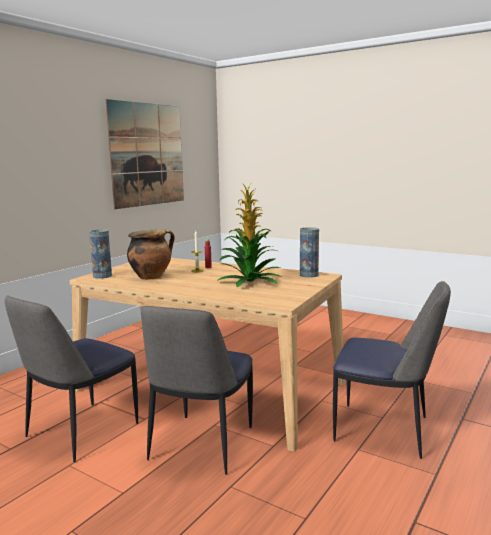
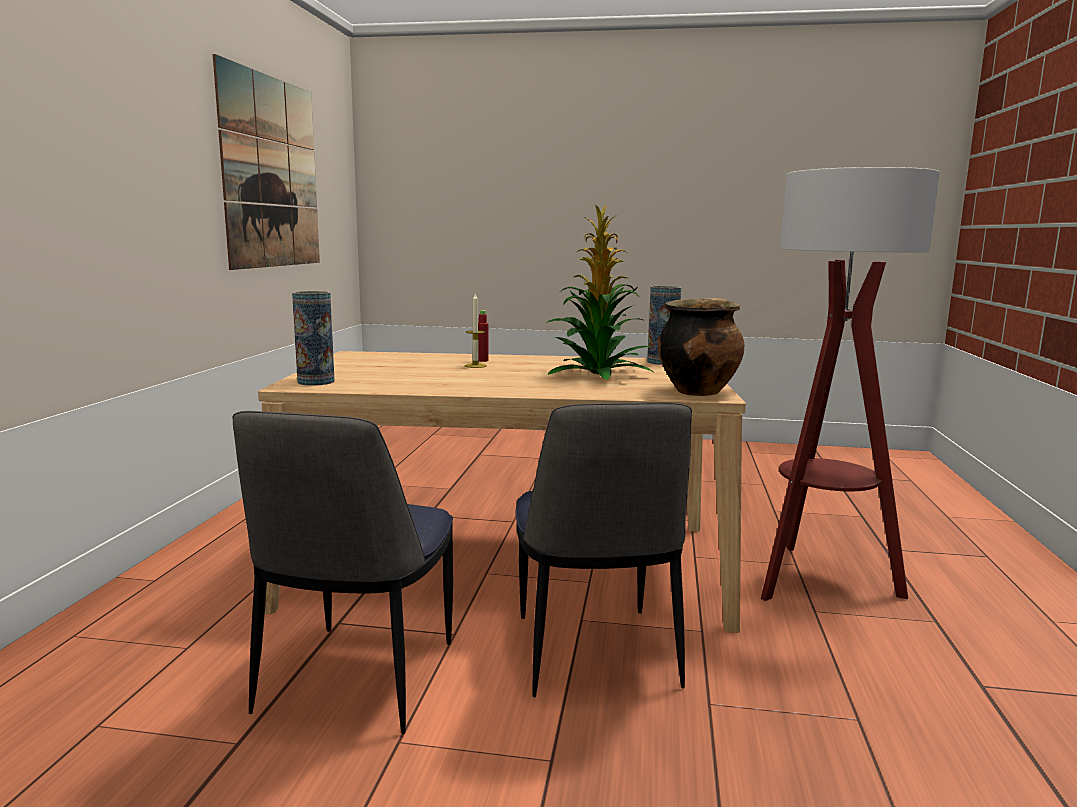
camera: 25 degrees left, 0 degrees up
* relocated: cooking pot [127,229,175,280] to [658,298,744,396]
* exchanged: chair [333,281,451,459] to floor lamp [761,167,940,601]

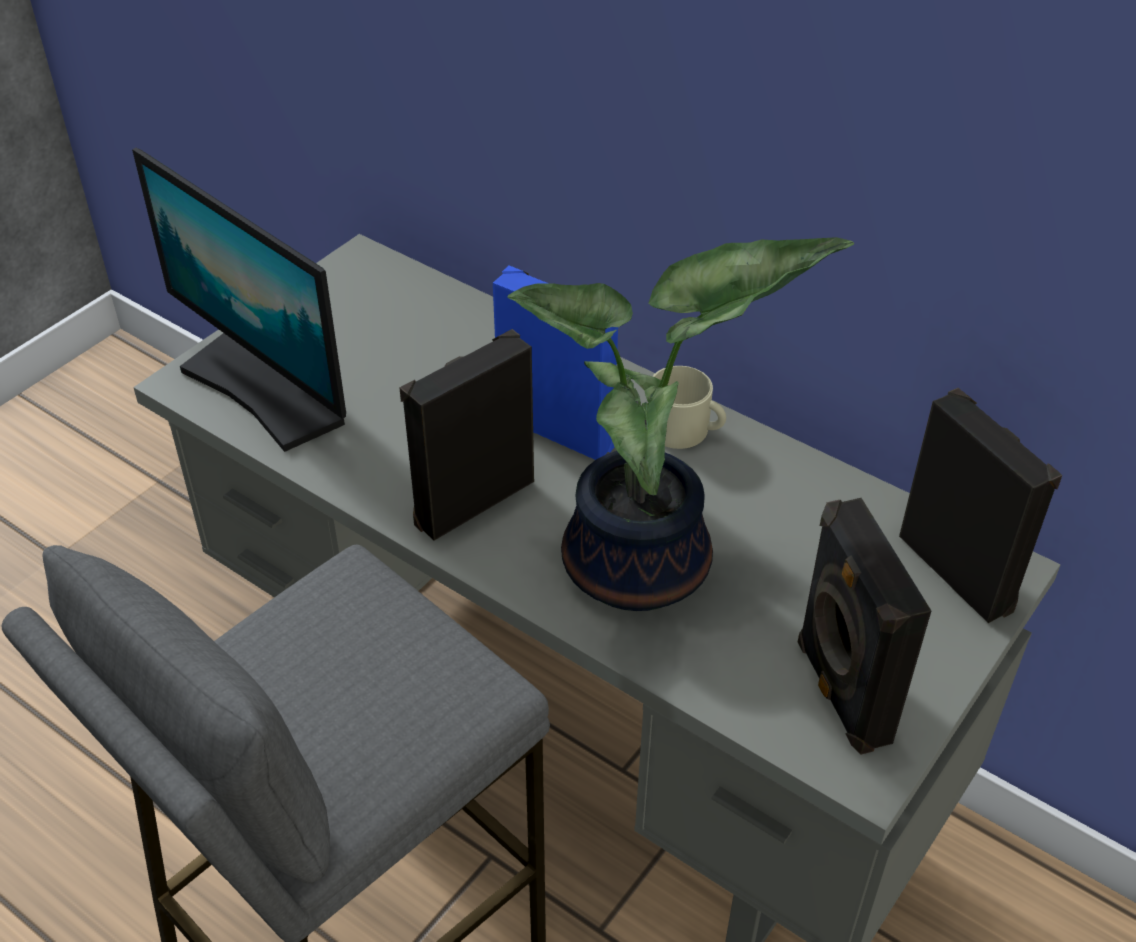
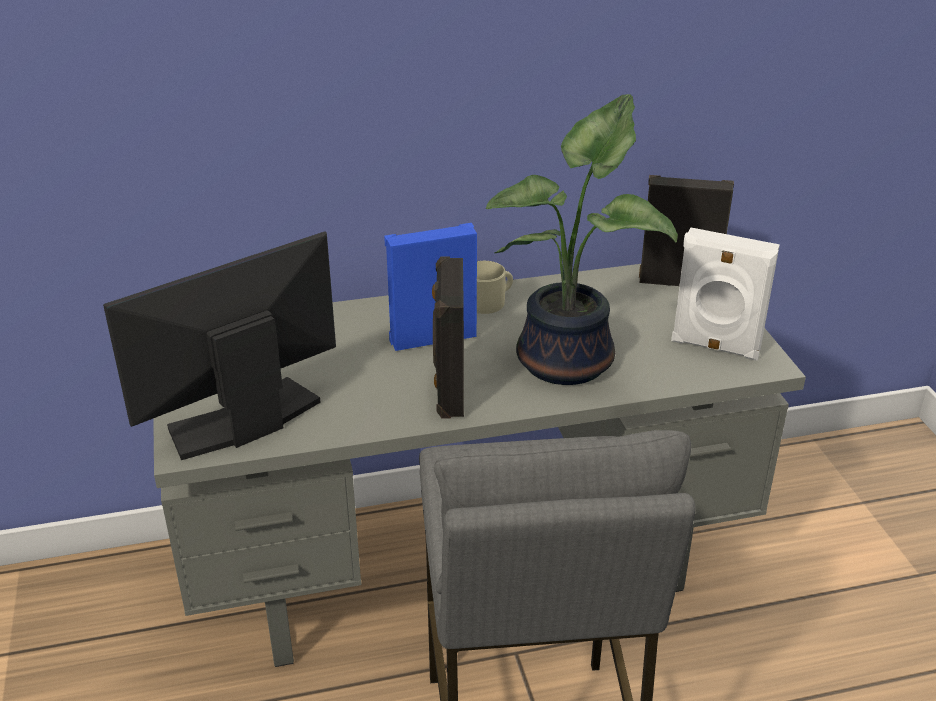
camera: 50 degrees left, 10 degrees down
* colour: black speaker [798,498,931,755] to white speaker [671,228,780,361]
* spun: monitor [132,148,346,452] = [103,232,336,460] 150 degrees clockwise

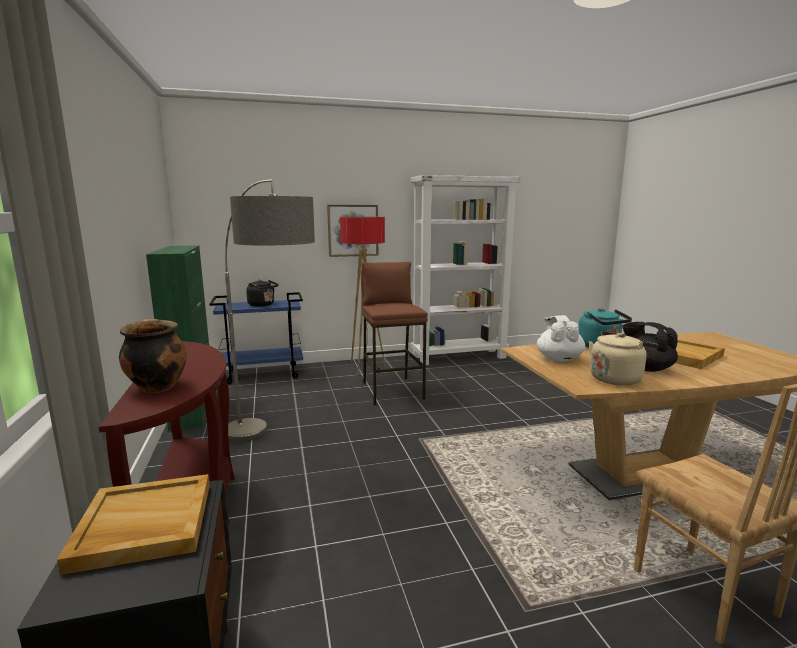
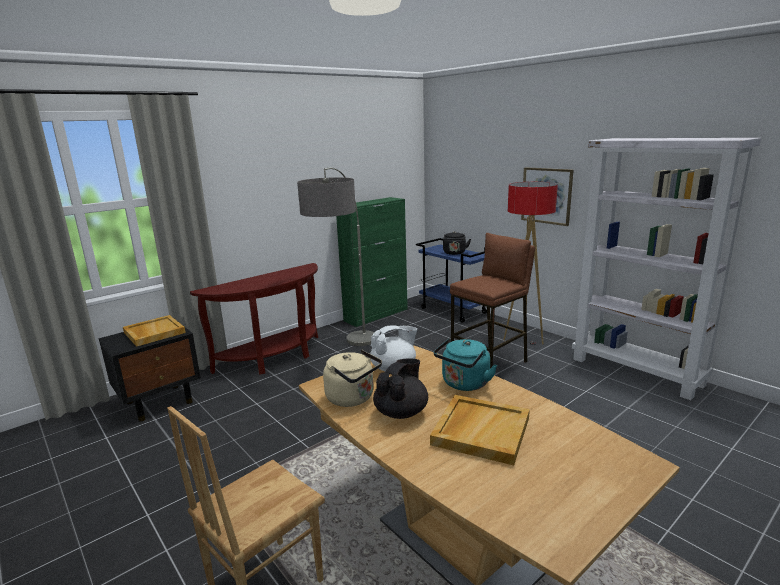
camera: 65 degrees right, 5 degrees up
* missing: cooking pot [119,319,187,393]

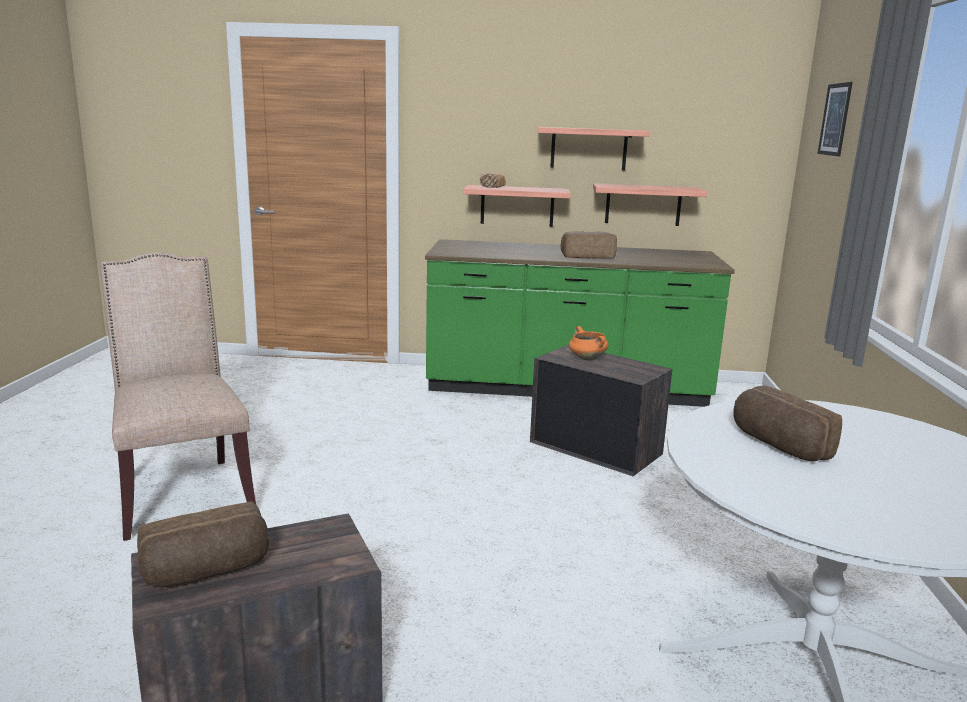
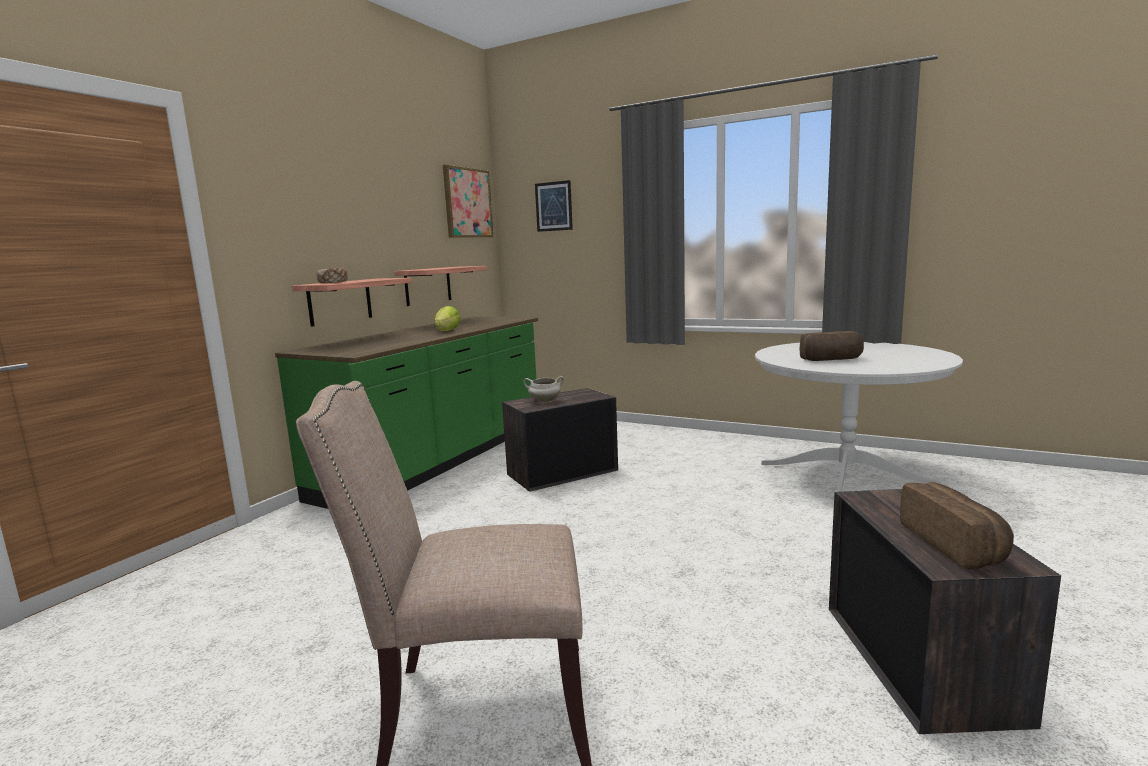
camera: 65 degrees left, 5 degrees down
* missing: shelf [537,127,649,170]
* appeared: picture [443,165,494,238]
* exchanged: bread [561,231,617,258] to lettuce [435,306,461,331]
* colour: orange cooking pot [569,326,608,361] to white cooking pot [523,376,564,402]

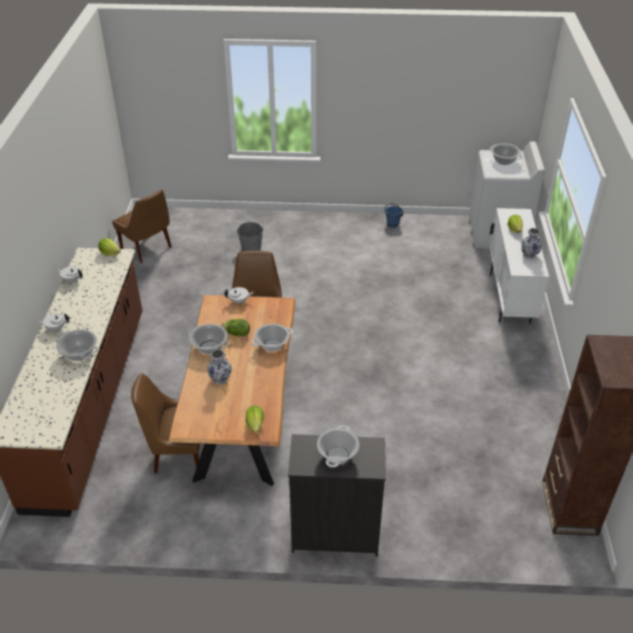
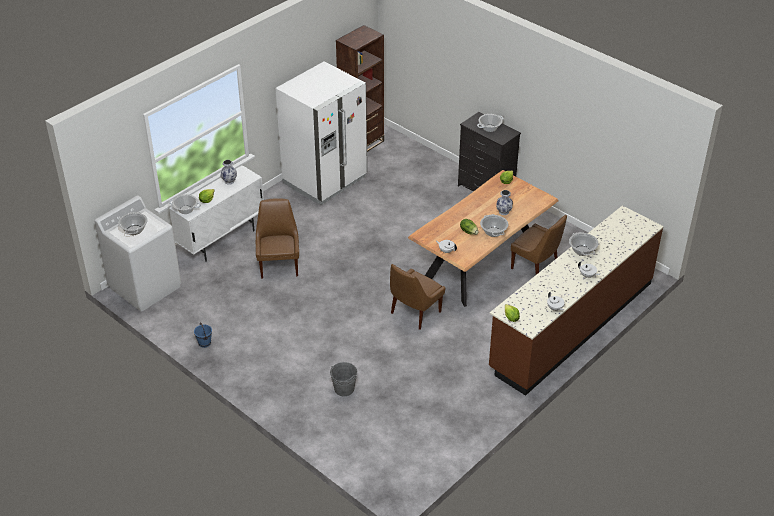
camera: 140 degrees left, 0 degrees up
* appeared: white fridge [276,61,367,205]
* relocated: brown chair [112,189,172,263] to [256,198,299,279]
* relocated: cooking pot [251,324,293,352] to [169,194,201,214]

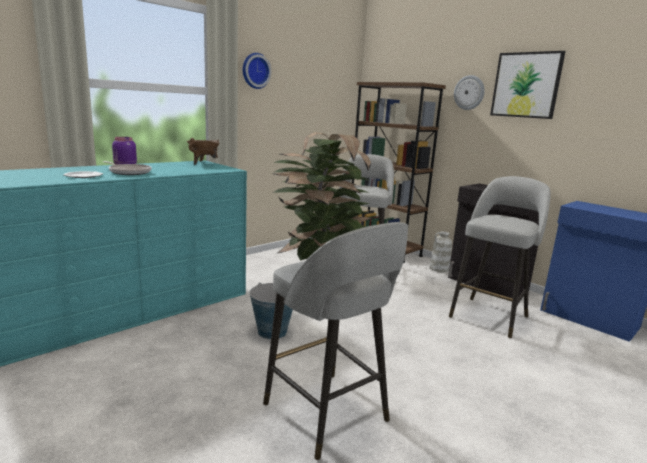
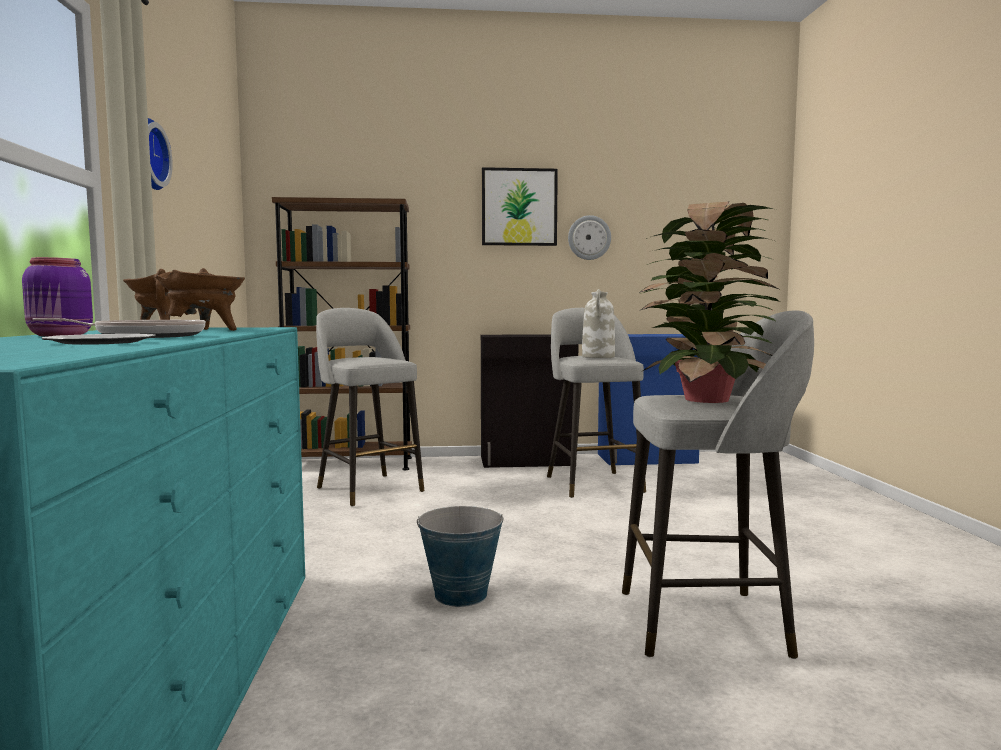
camera: 50 degrees left, 10 degrees down
* appeared: brown cooking pot [155,268,245,331]
* relocated: white vase [430,232,452,273] to [582,289,615,359]
* relocated: wall clock [454,75,485,110] to [568,215,611,260]

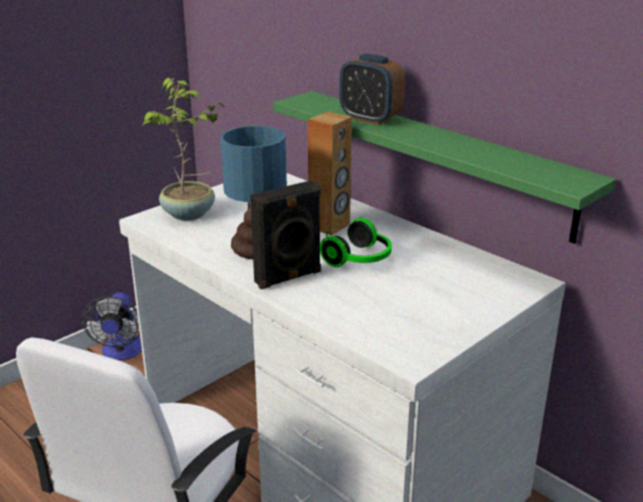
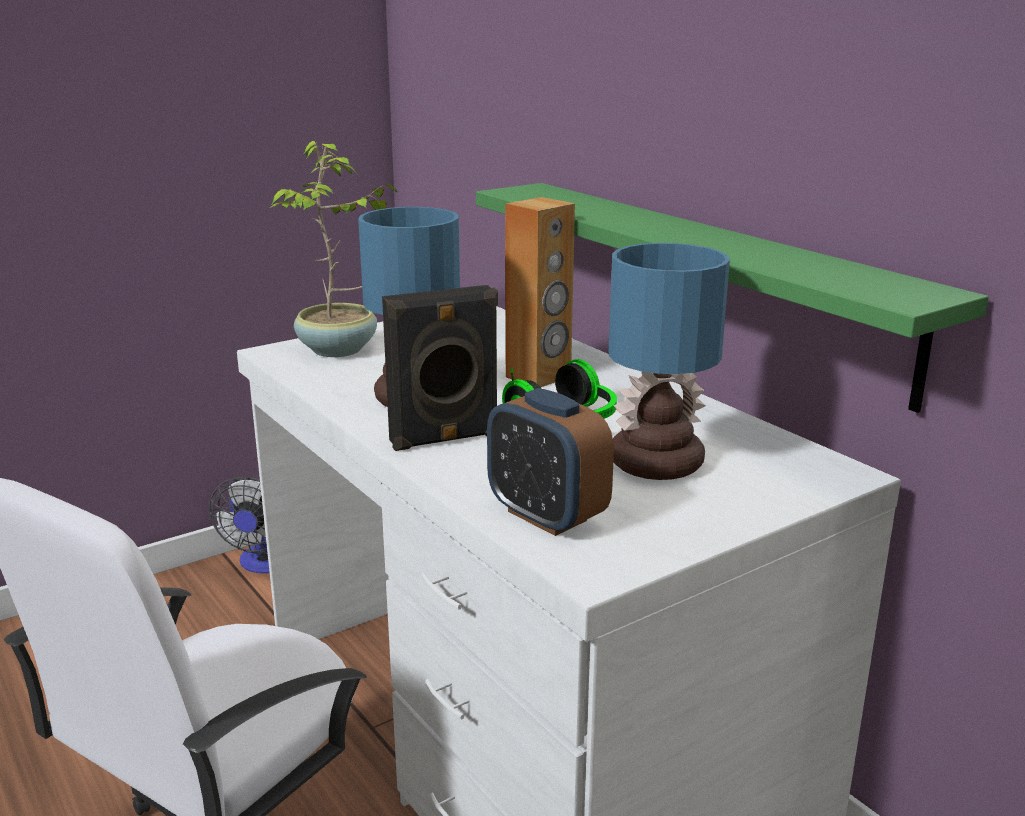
camera: 10 degrees right, 5 degrees down
* appeared: table lamp [609,243,730,480]
* relocated: alarm clock [339,53,405,125] to [487,388,614,536]

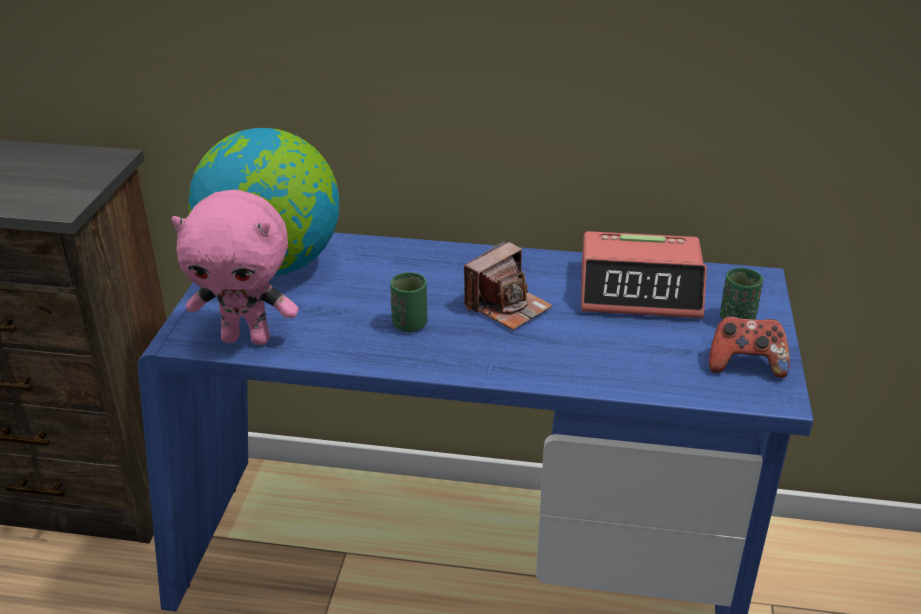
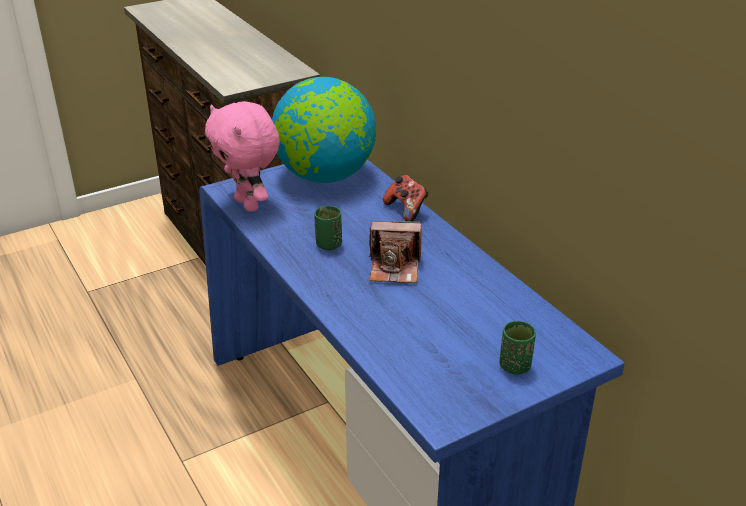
camera: 50 degrees right, 0 degrees up
* missing: alarm clock [581,231,707,318]
* relocated: game controller [709,316,790,378] to [383,175,429,221]

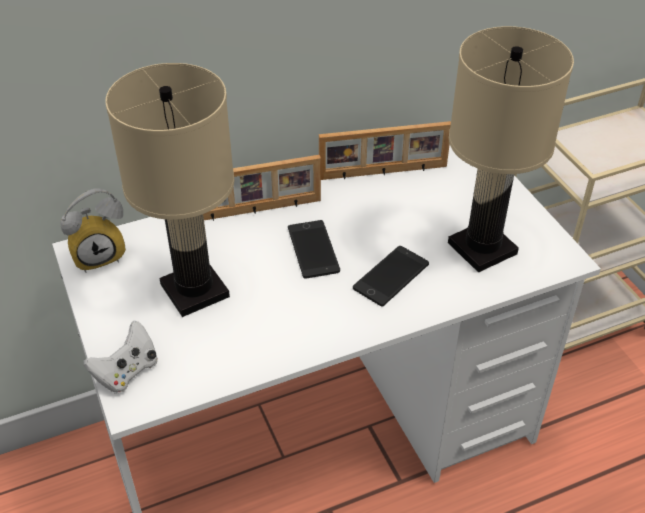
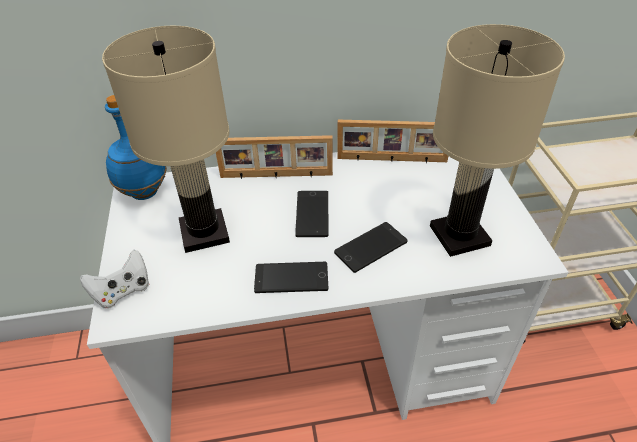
camera: 15 degrees right, 0 degrees up
* appeared: phone [254,262,328,293]
* exchanged: alarm clock [60,188,126,273] to blue bottle [105,95,167,200]

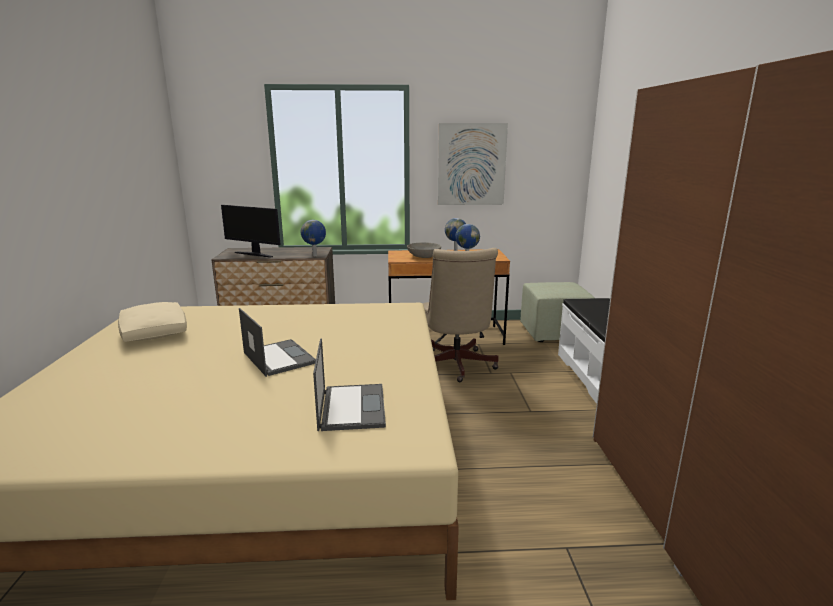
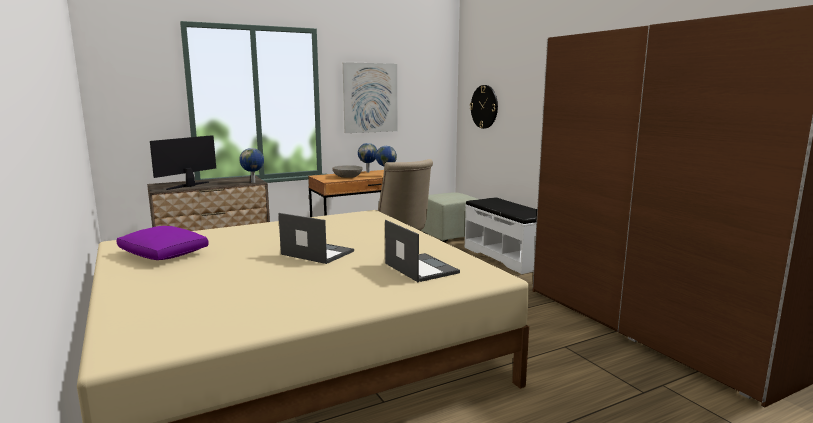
camera: 25 degrees left, 5 degrees down
* appeared: wall clock [470,85,498,129]
* colour: beige pillow [118,302,187,342] to purple pillow [116,226,209,260]
* spun: monitor [221,205,281,258] = [150,135,216,190] 120 degrees clockwise

